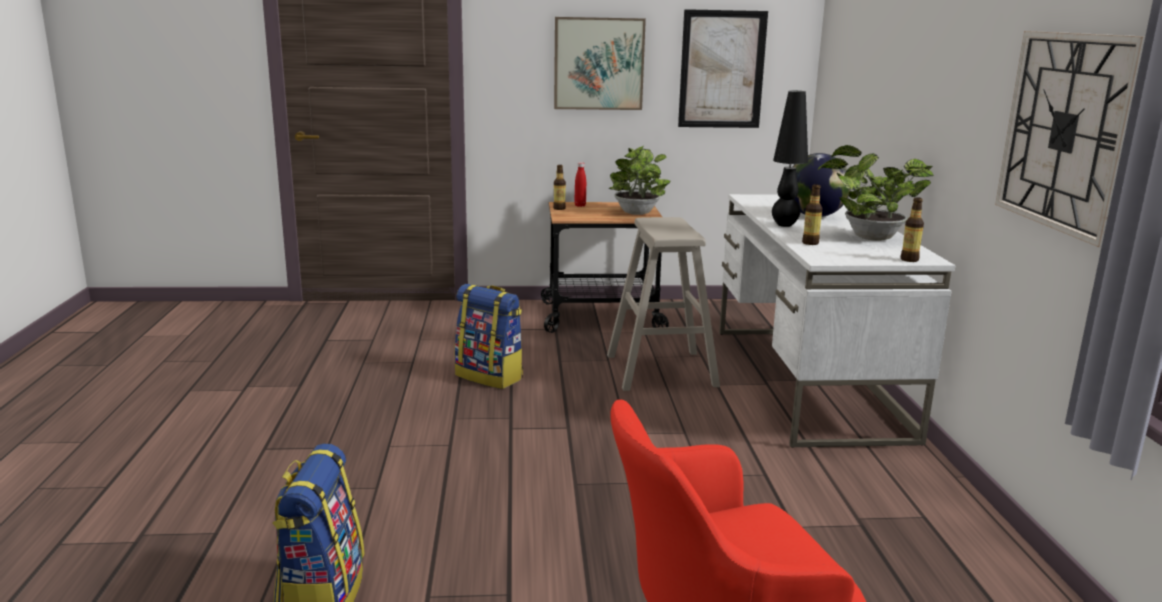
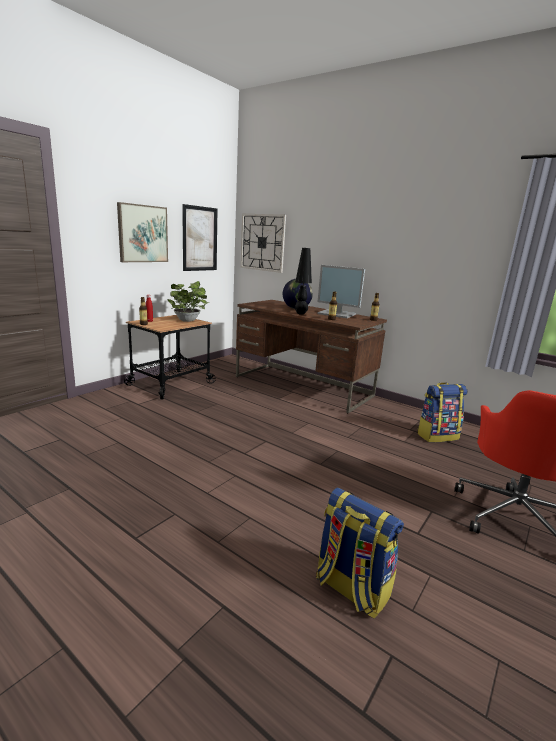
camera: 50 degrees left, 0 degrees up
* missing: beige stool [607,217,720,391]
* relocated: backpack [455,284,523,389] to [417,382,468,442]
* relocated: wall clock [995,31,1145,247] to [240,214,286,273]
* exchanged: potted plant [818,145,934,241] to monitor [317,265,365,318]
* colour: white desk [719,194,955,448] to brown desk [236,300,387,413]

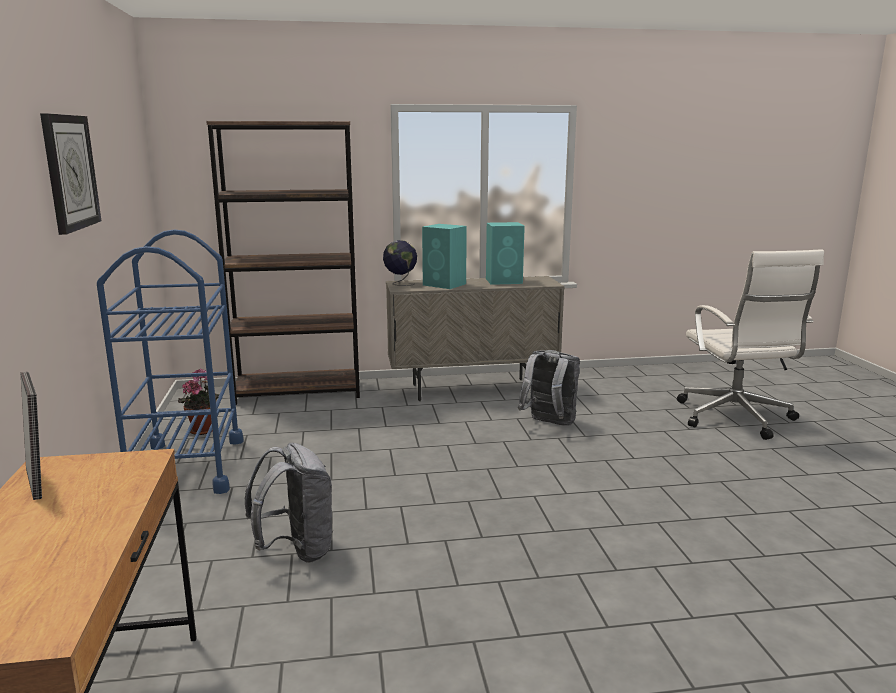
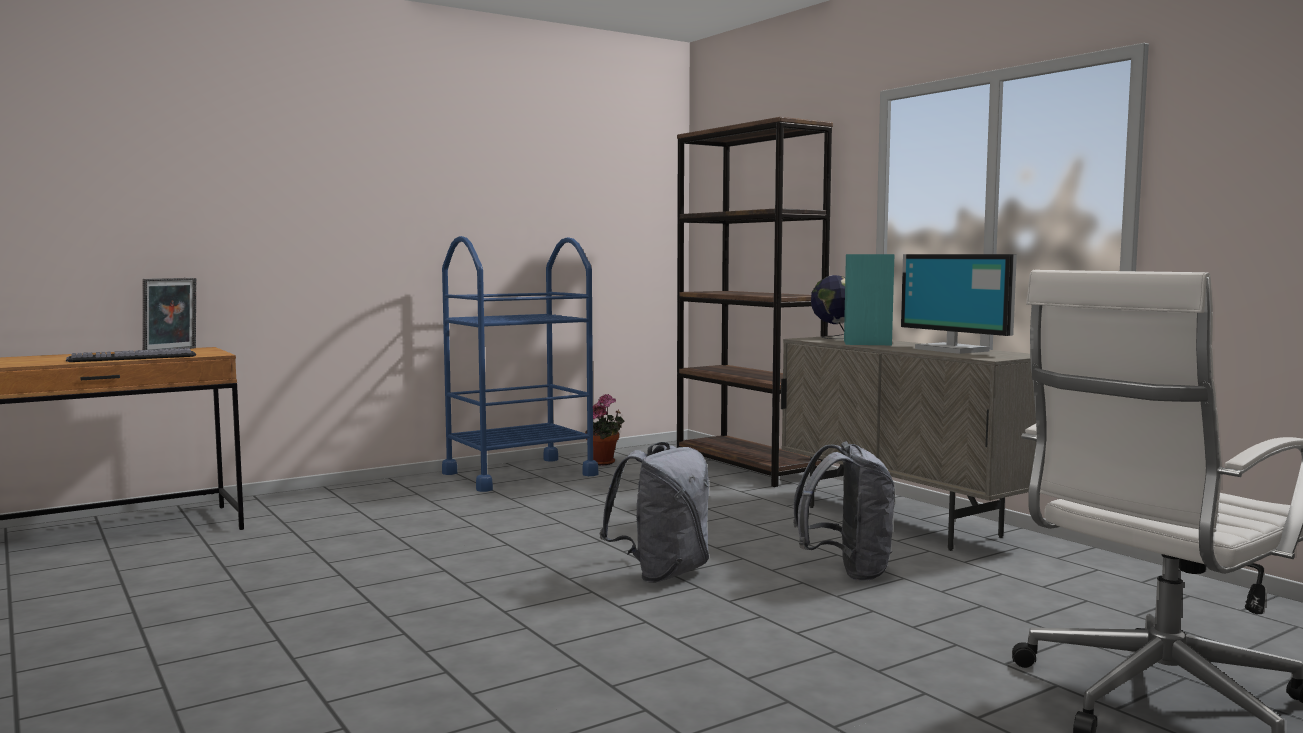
camera: 65 degrees right, 10 degrees down
* missing: wall clock [40,113,101,235]
* appeared: keyboard [66,348,196,362]
* relocated: grey backpack [245,443,334,563] to [600,442,709,583]
* exchanged: turquoise speaker [486,222,525,285] to monitor [901,254,1017,354]

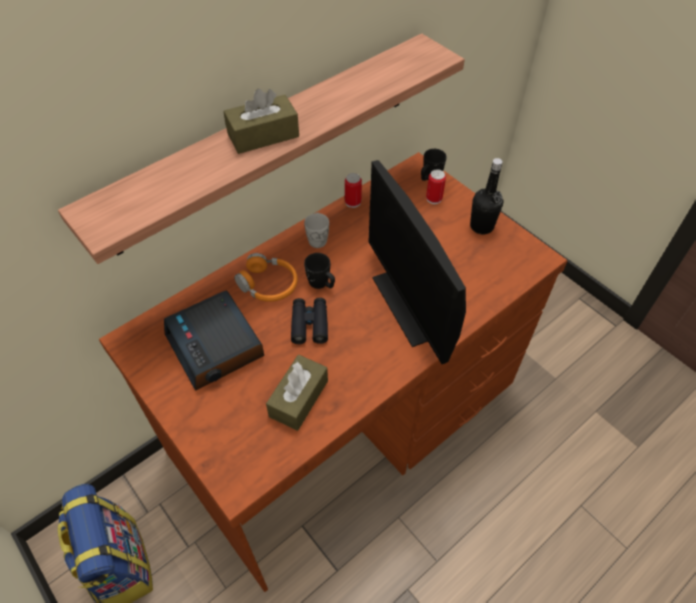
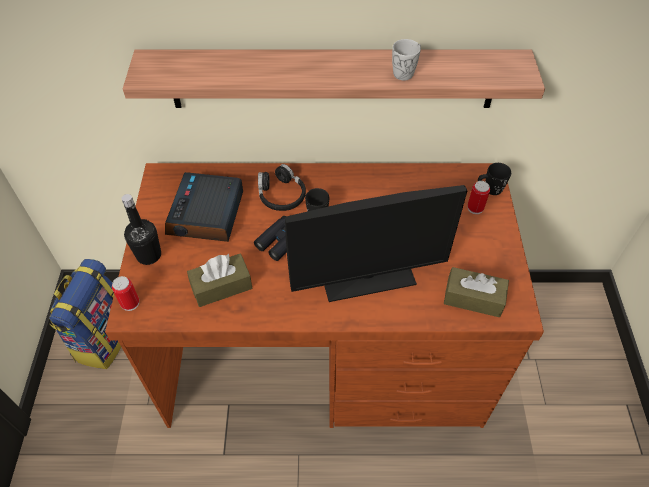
camera: 40 degrees right, 0 degrees up
* relocated: brown tissue box [223,89,299,154] to [444,267,509,318]
* relocated: white mug [304,213,329,248] to [392,39,421,81]
* relocated: can [345,173,362,208] to [112,276,139,311]
* relocated: black bottle [470,158,504,234] to [121,194,161,265]
* colour: orange headphones [234,253,298,302] to black headphones [258,164,306,211]
* spun: monitor [369,160,466,364] = [285,185,468,302] 120 degrees counterclockwise

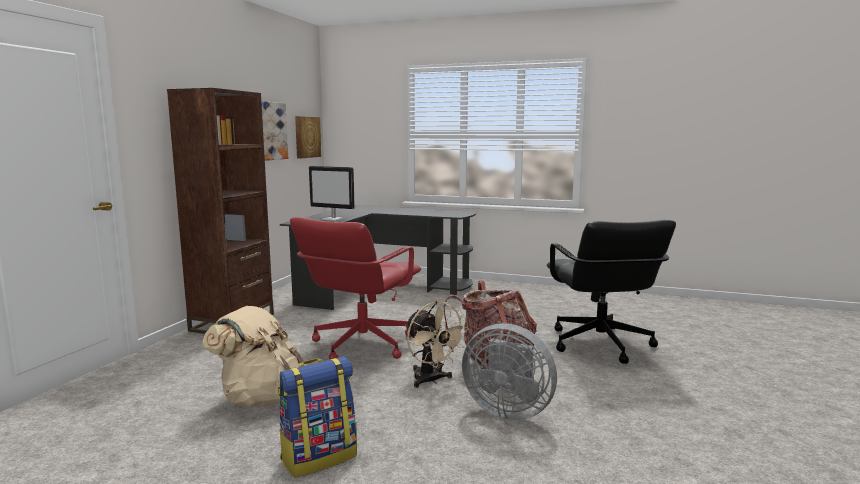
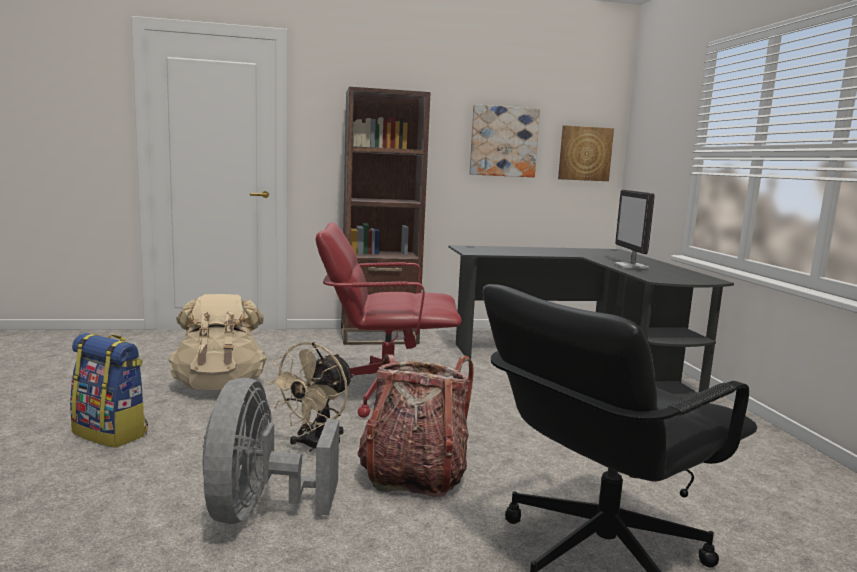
camera: 60 degrees right, 0 degrees up
* relocated: monitor [309,166,355,222] to [614,190,655,269]

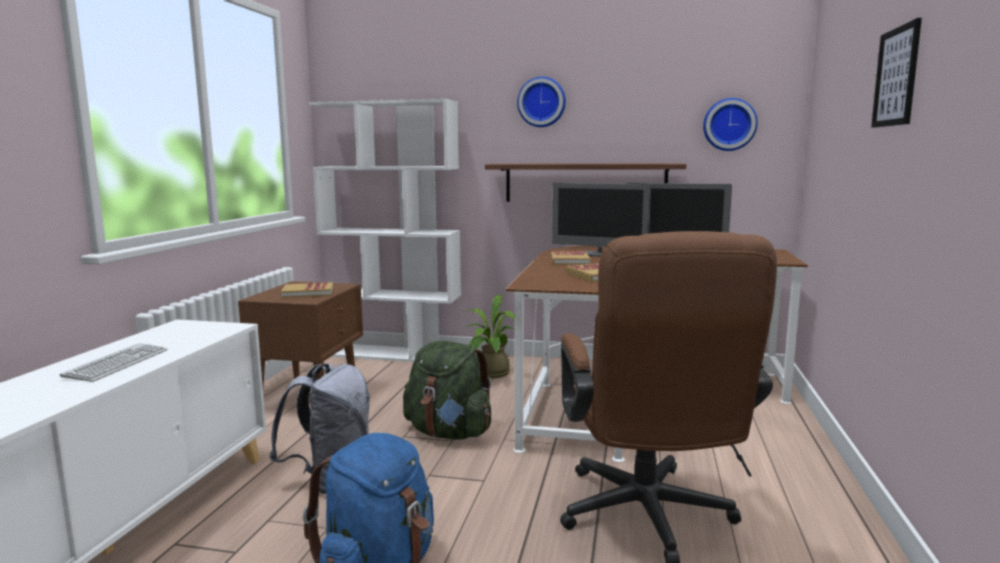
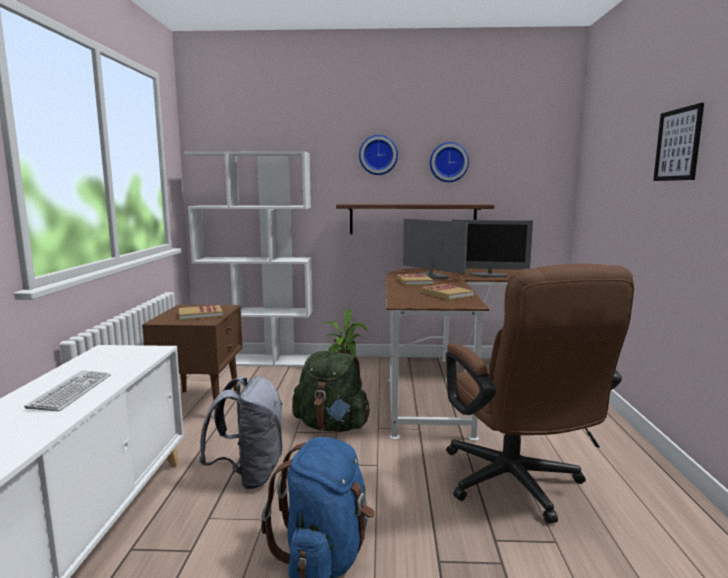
camera: 10 degrees left, 0 degrees up
* relocated: wall clock [703,98,758,151] to [430,142,469,182]
* spun: monitor [552,183,651,257] = [403,219,468,279] 150 degrees counterclockwise

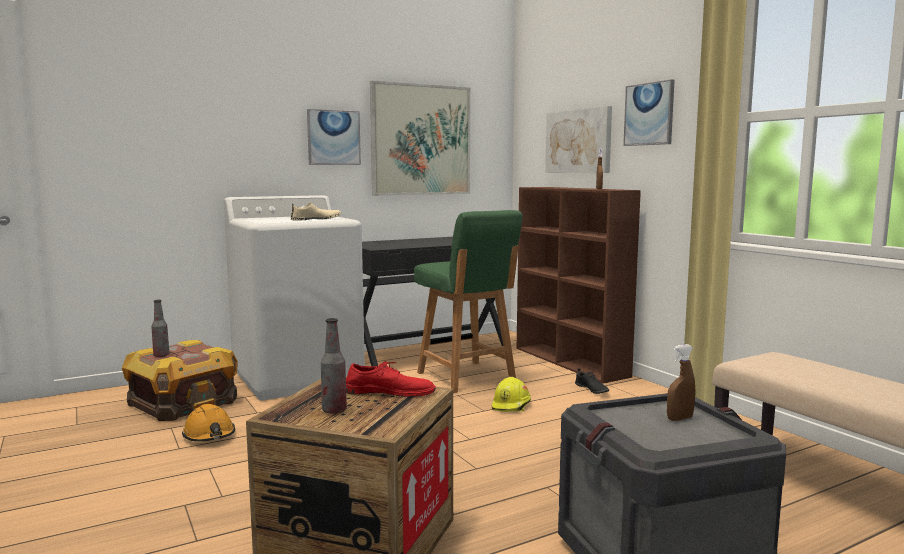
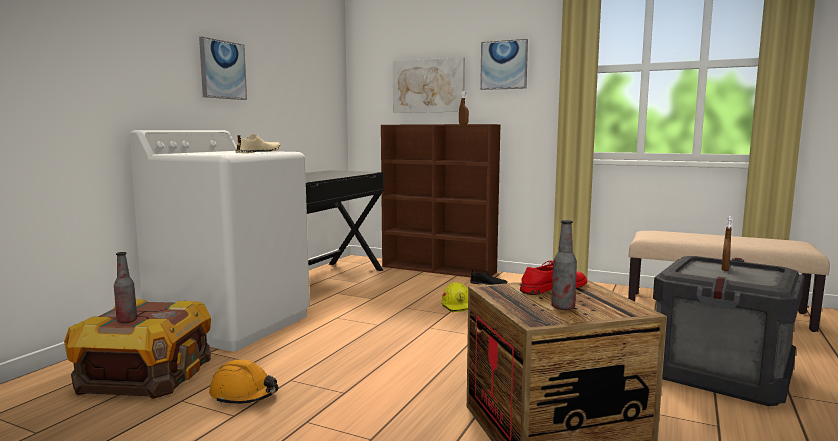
camera: 35 degrees left, 0 degrees up
* missing: picture [370,81,470,196]
* missing: green chair [414,210,523,393]

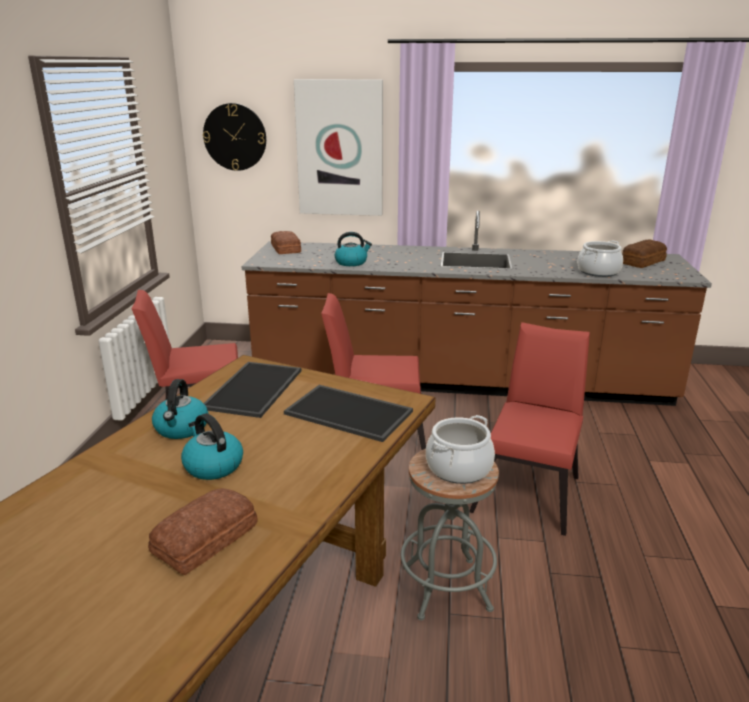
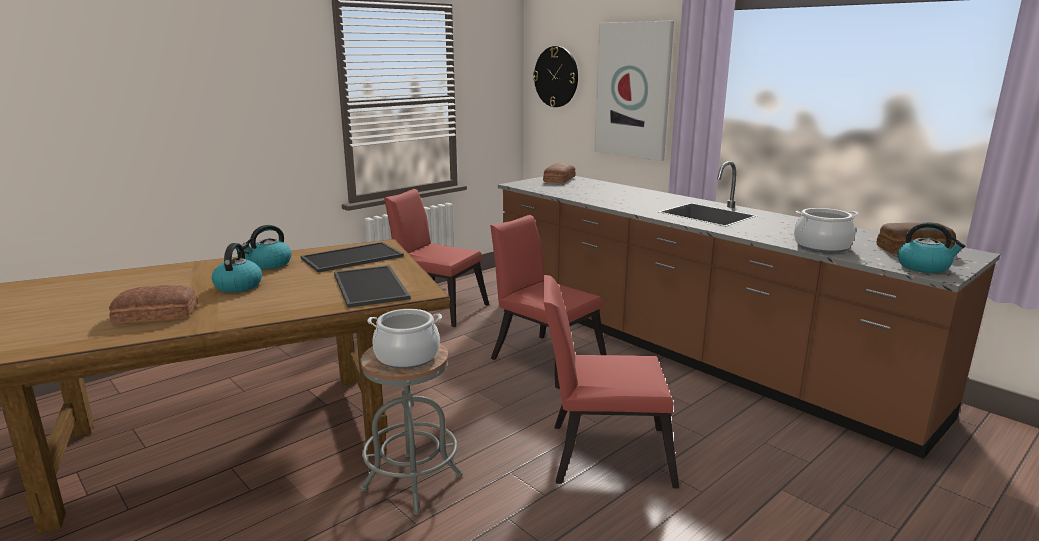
camera: 40 degrees right, 5 degrees down
* relocated: kettle [335,232,372,266] to [897,222,965,273]
* spun: red chair [469,322,590,536] = [543,275,679,488] 150 degrees counterclockwise

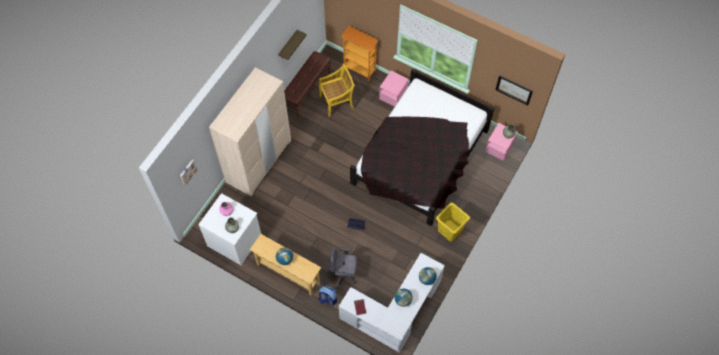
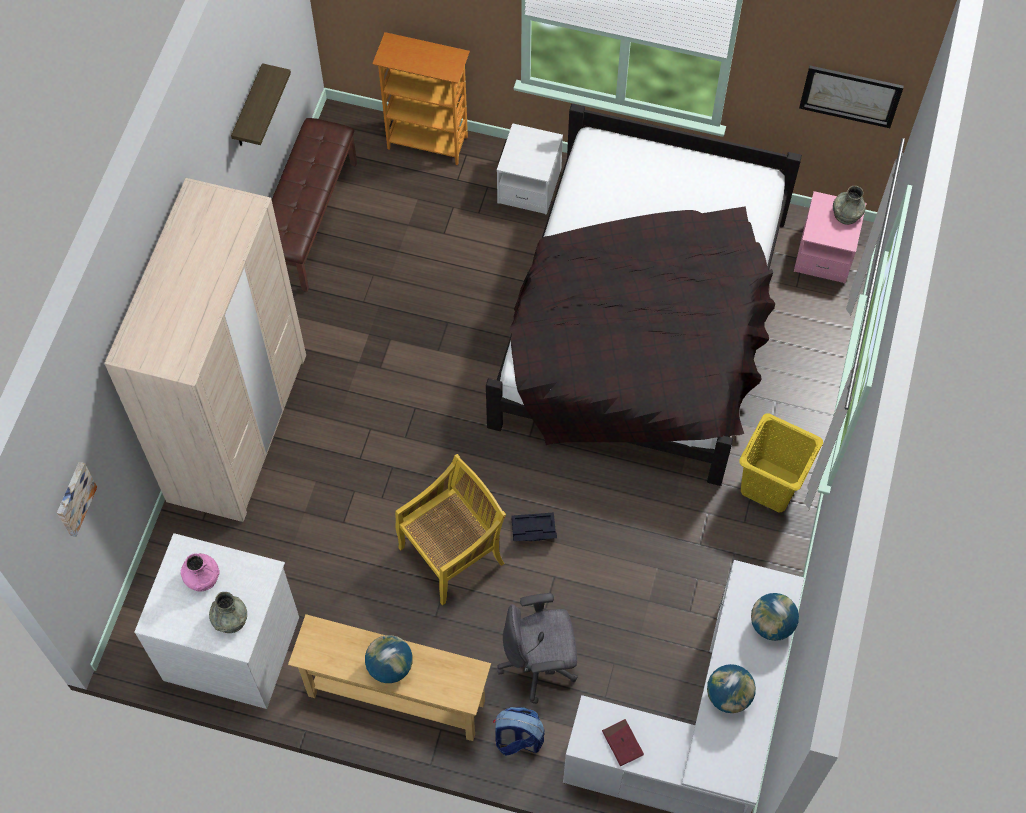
camera: 15 degrees left, 0 degrees up
* relocated: yellow chair [319,63,355,117] to [395,454,506,606]
* colour: pink nightstand [379,71,409,107] to white nightstand [497,123,563,215]

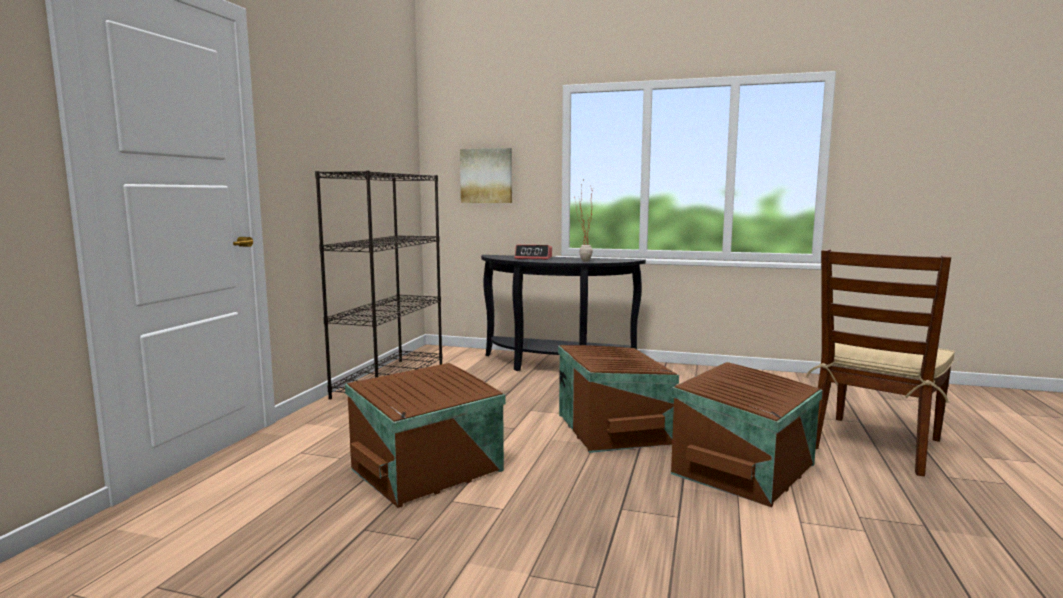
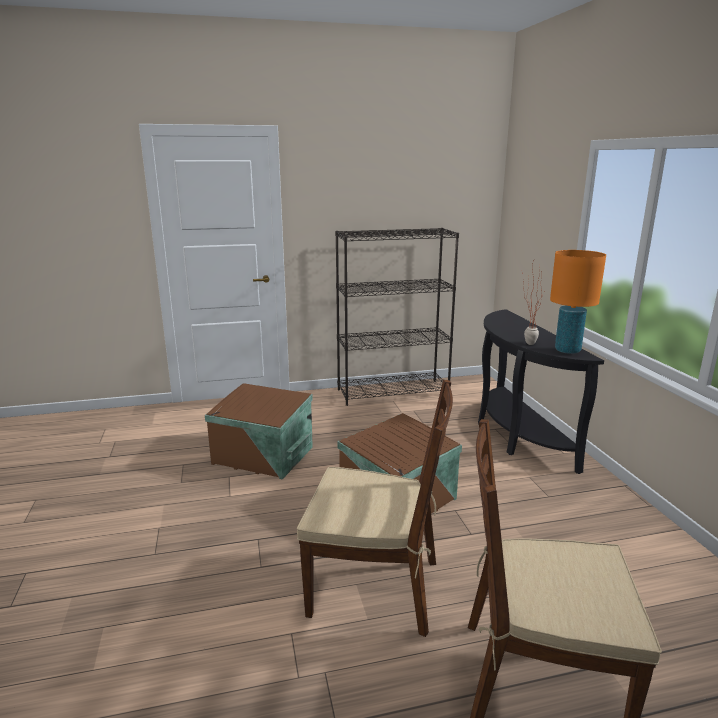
camera: 60 degrees right, 10 degrees up
* missing: picture [460,148,512,203]
* missing: alarm clock [515,245,552,260]
* appeared: orange table lamp [550,250,606,354]
* exchanged: brown storage box [671,362,823,507] to brown chair [297,380,453,637]

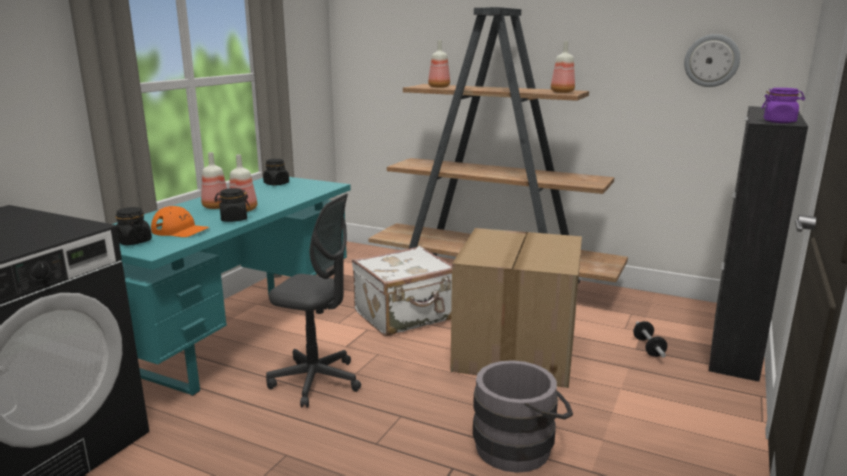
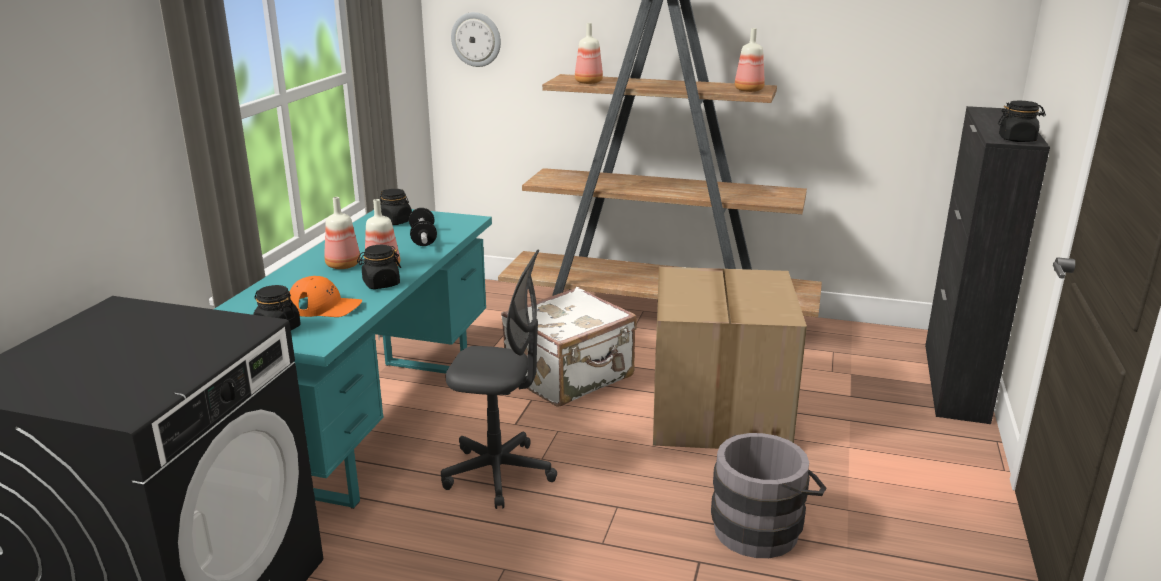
camera: 10 degrees left, 5 degrees up
* relocated: dumbbell [633,321,667,358] to [409,208,437,246]
* relocated: wall clock [684,34,740,87] to [451,12,501,67]
* colour: purple jar [761,88,805,123] to black jar [998,101,1046,142]

